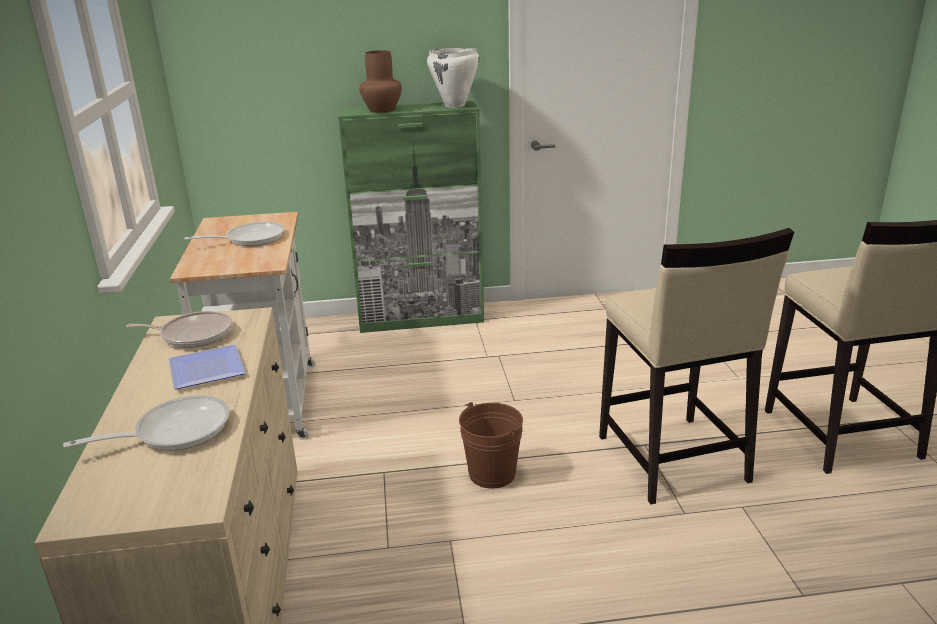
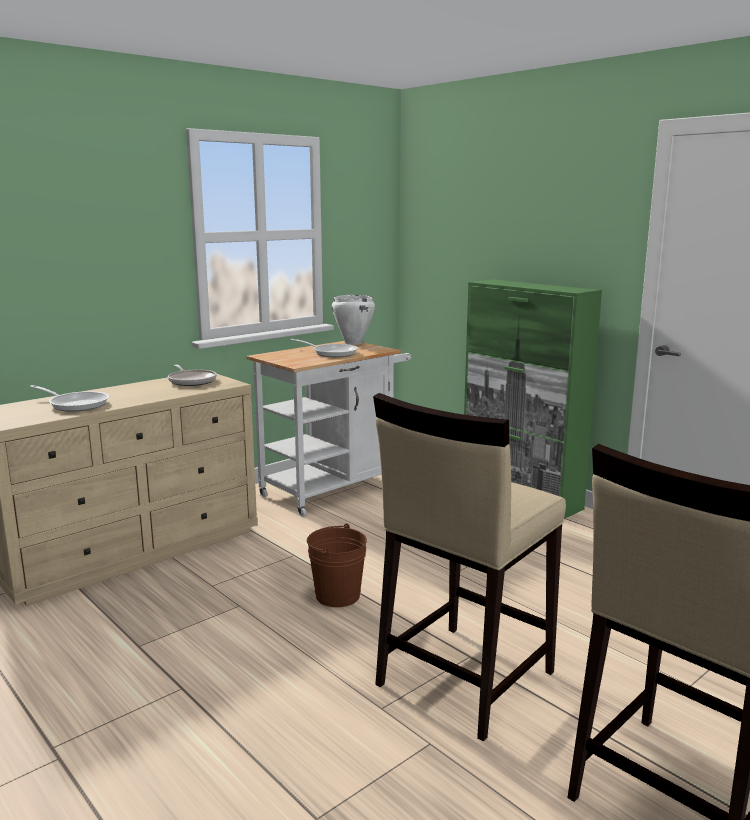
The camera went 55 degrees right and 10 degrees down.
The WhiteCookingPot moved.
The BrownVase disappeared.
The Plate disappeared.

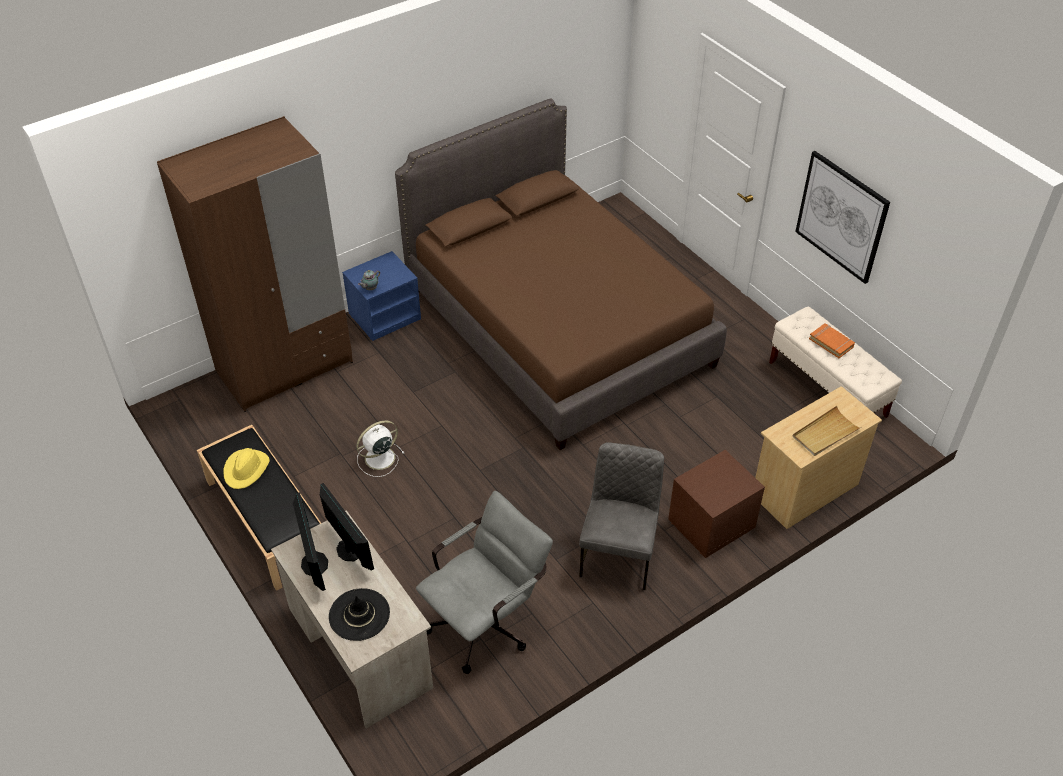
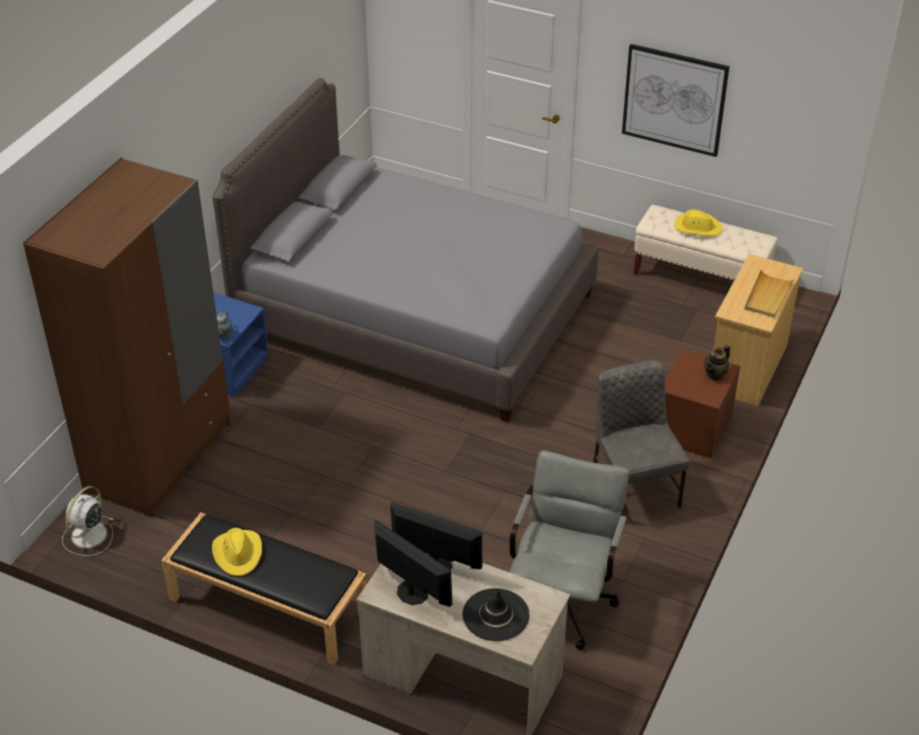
The camera went 30 degrees left and 5 degrees down.
The BrownBed became the GreyBed.
The OrangeBook was replaced by the YellowHat (no. 2 from left).
The WhiteFan moved.
The Teapot (no. 2 from left) appeared.

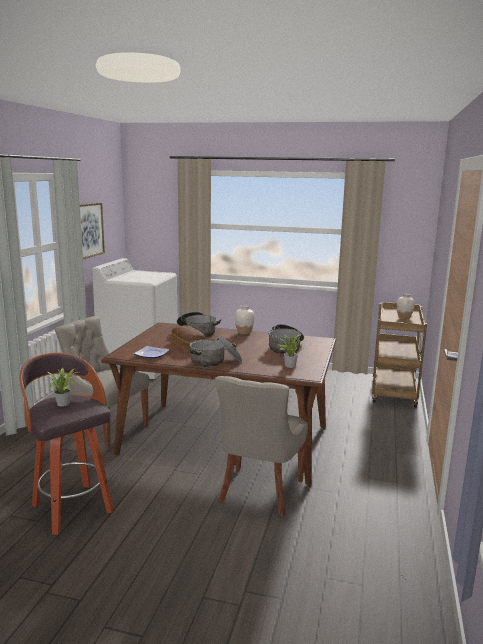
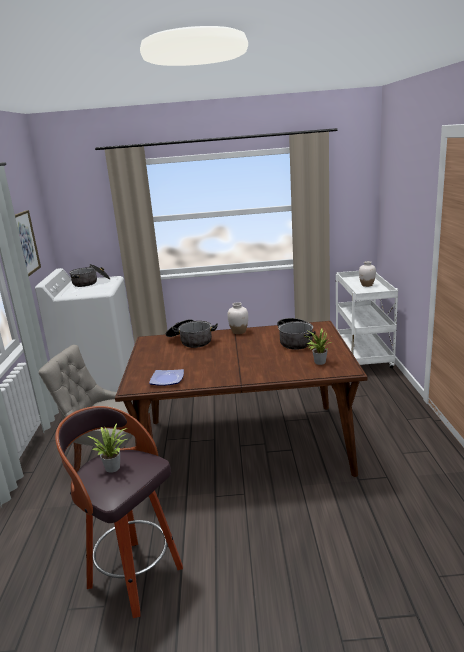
The camera went 15 degrees left and 5 degrees up.
The BrownCart became the WhiteCart.
The Bread disappeared.
The CookingPot (no. 2 from left in the first image) moved.
The GreyChair (no. 2 from left) disappeared.

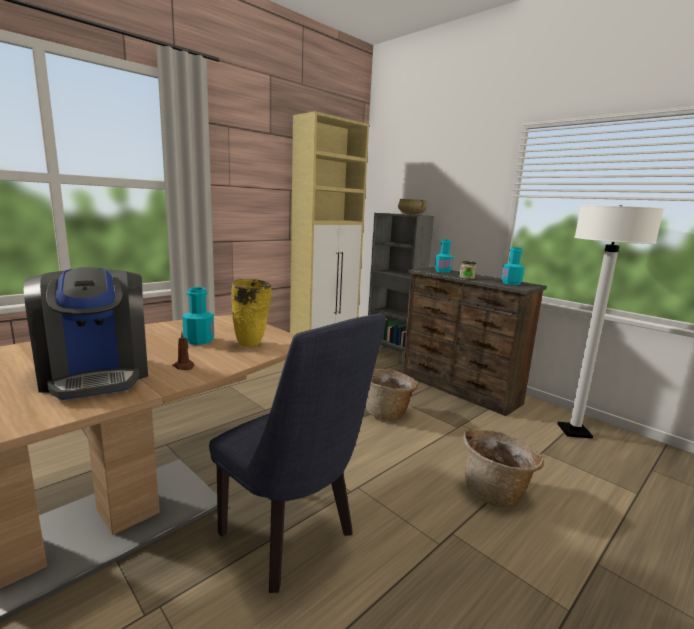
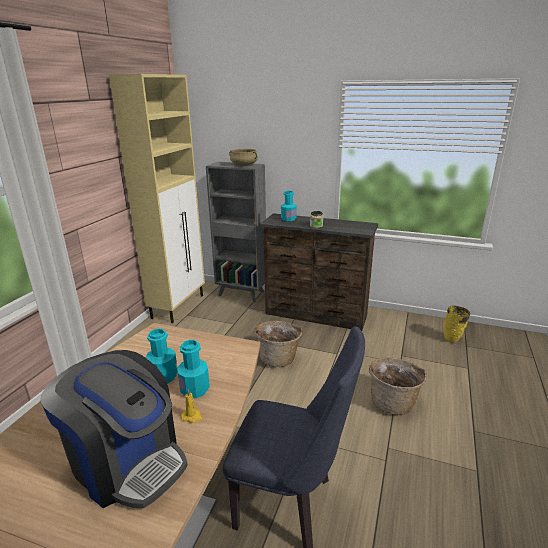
The camera went 25 degrees left and 10 degrees up.
The WhiteFloorLamp disappeared.
The TurquoiseBottle (no. 3 from left in the first image) moved.
The YellowVase moved.
The BrownCandle became the YellowCandle.

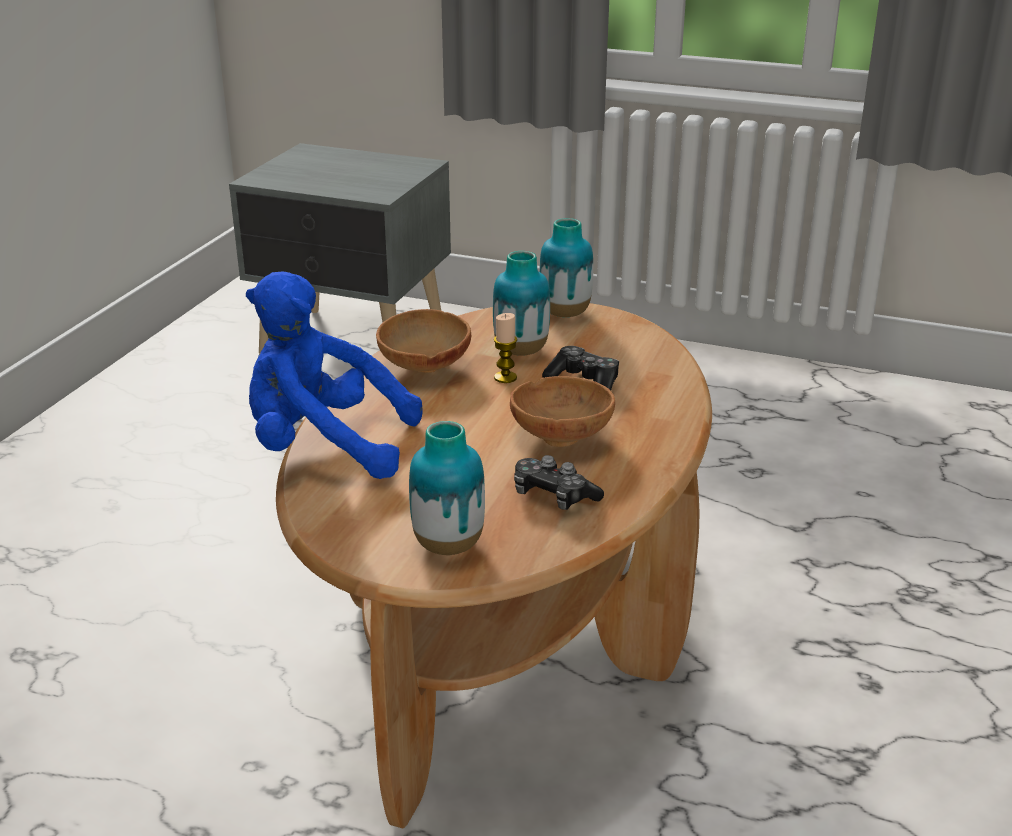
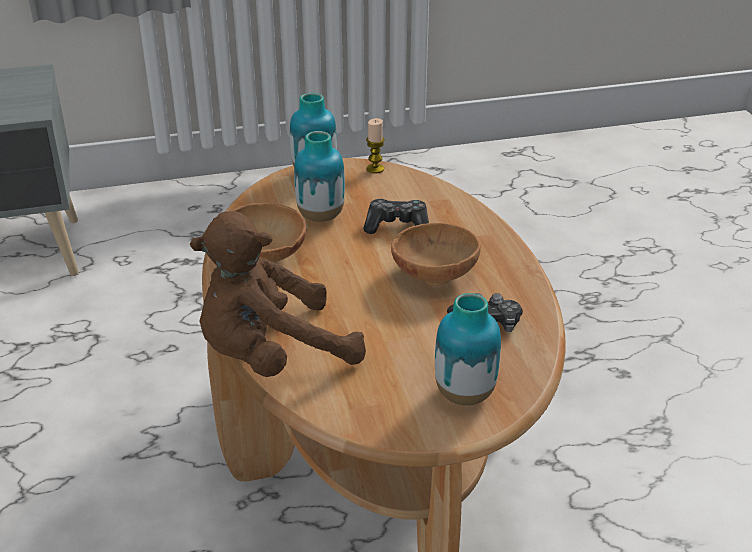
The camera went 35 degrees left and 5 degrees up.
The BluePlushToy became the BrownPlushToy.
The Candle moved.

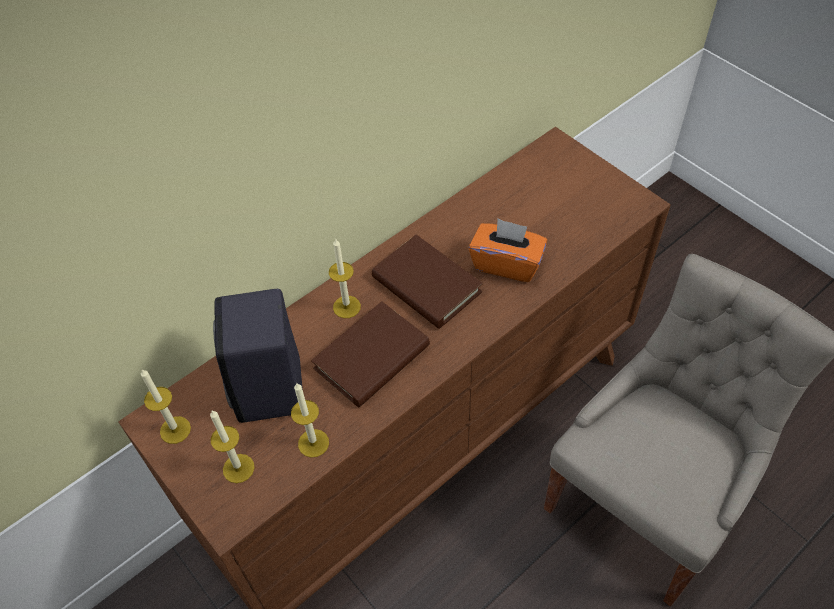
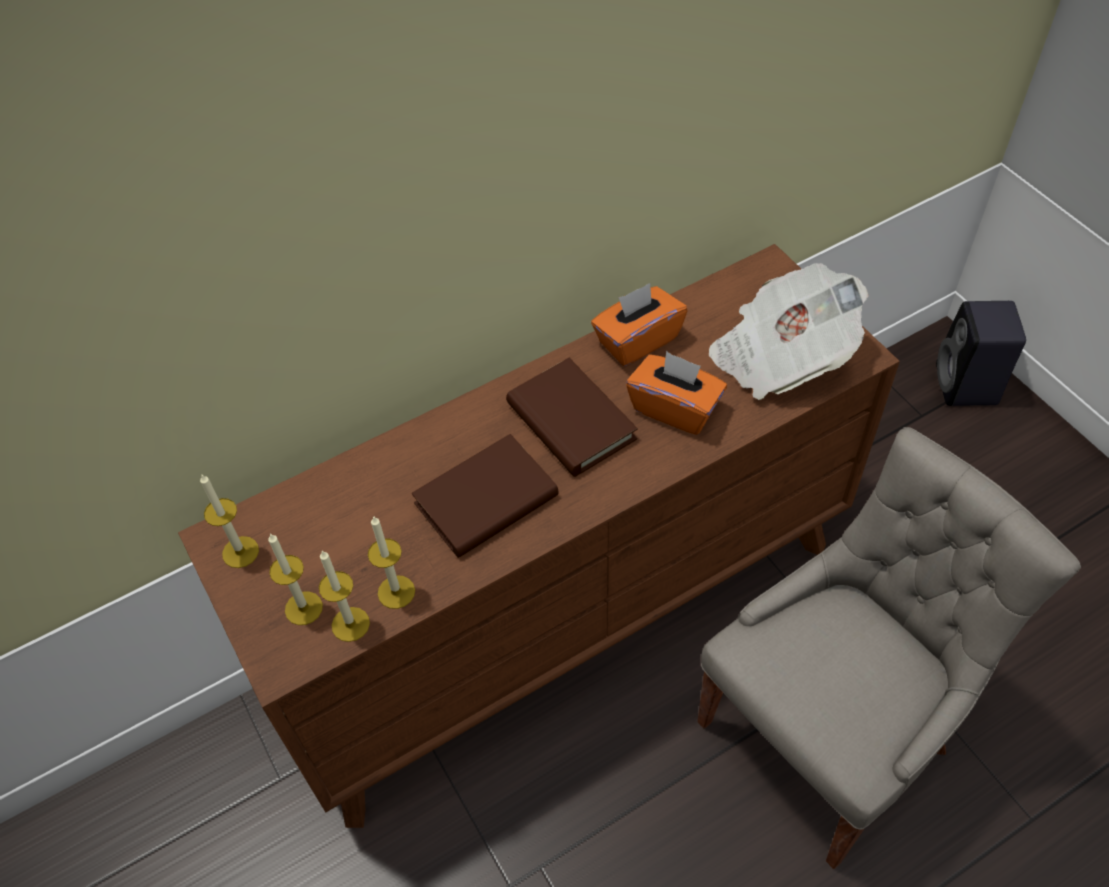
The camera went 10 degrees right and 0 degrees up.
The Candle (no. 4 from left in the first image) moved.
The BlackSpeaker moved.
The Newspaper appeared.
The OrangeTissueBox (no. 1 from left) appeared.

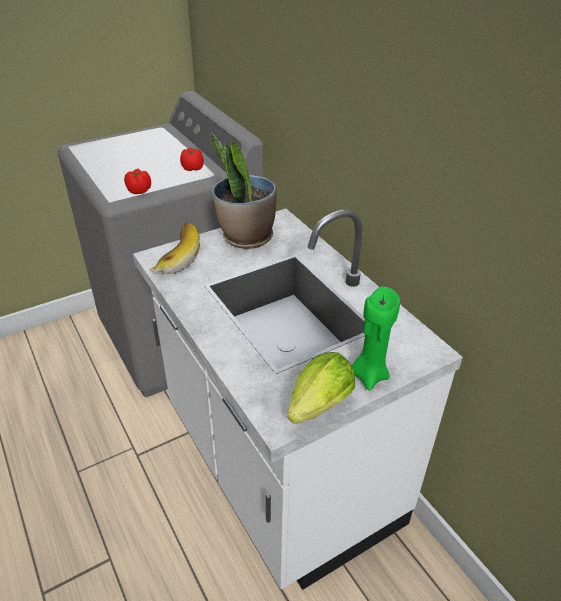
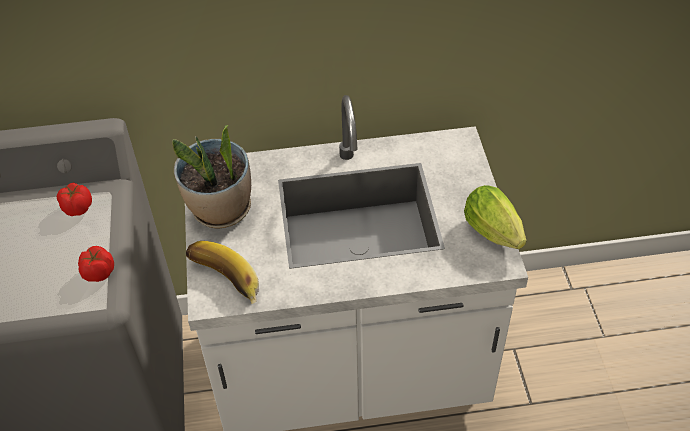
The camera went 65 degrees left and 10 degrees up.
The GreenCandle disappeared.

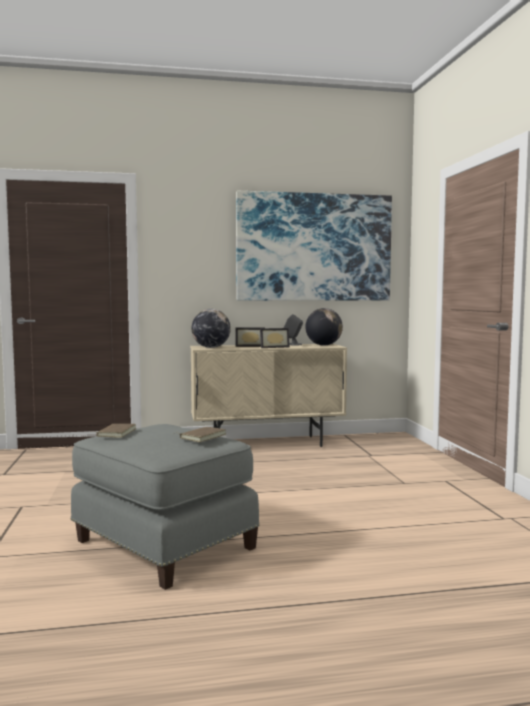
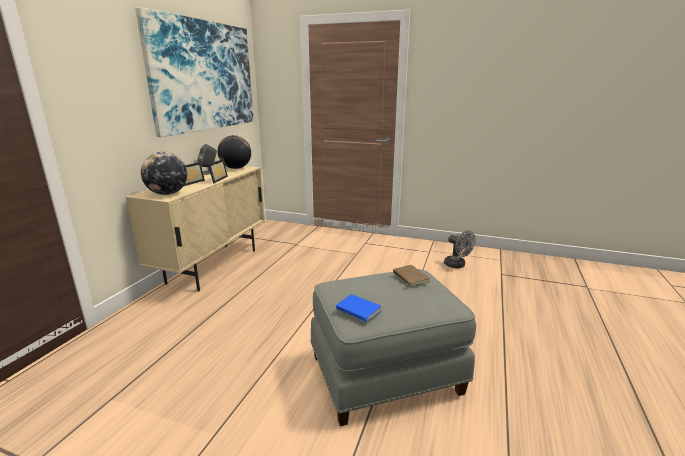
The camera went 60 degrees left and 15 degrees up.
The BrownBook (no. 1 from left) became the BlueBook.
The GreyFan appeared.

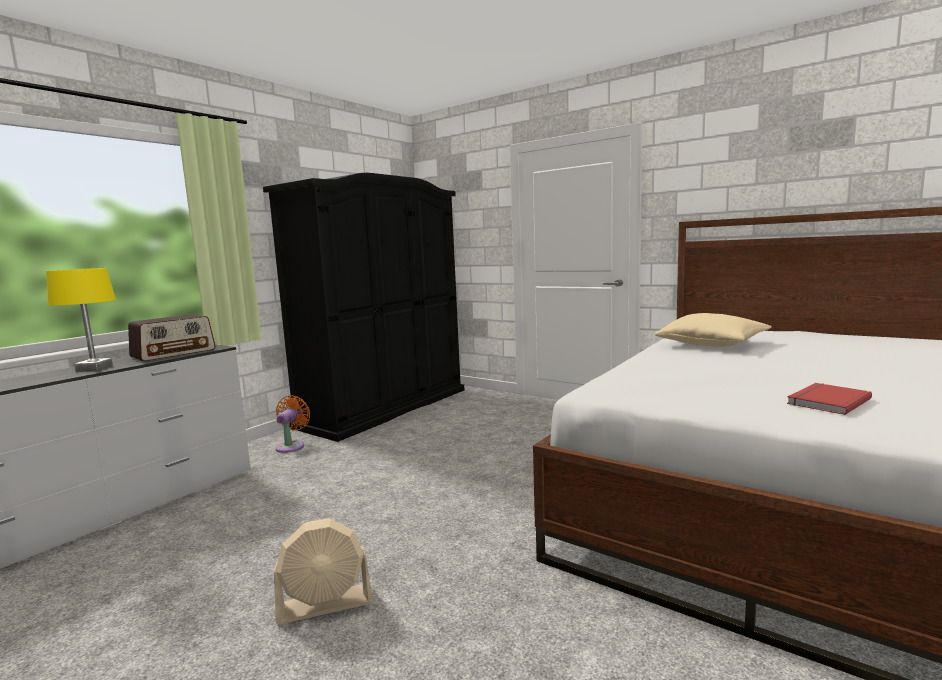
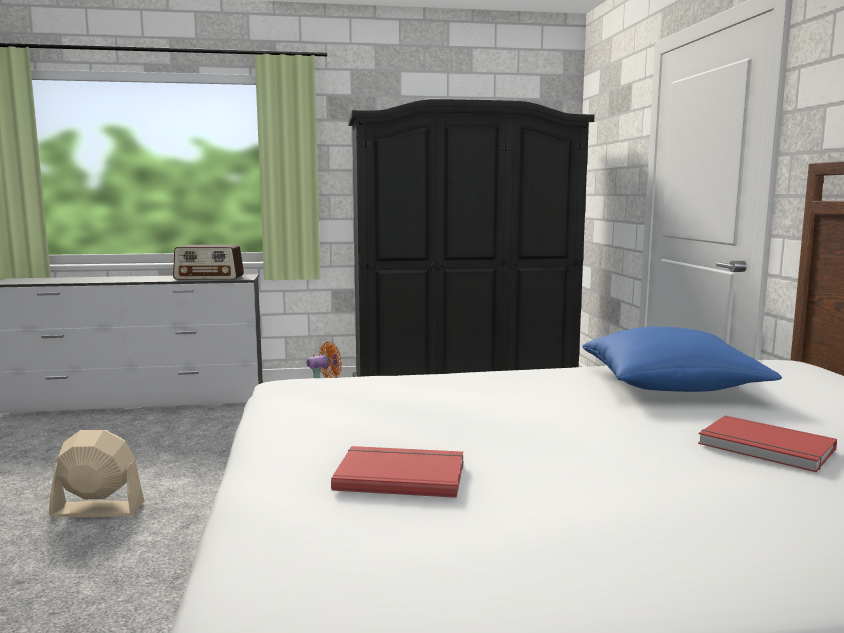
The camera went 45 degrees right and 0 degrees up.
The YellowTableLamp disappeared.
The BeigePillow became the BluePillow.
The BeigeFan turned 150 degrees clockwise.
The RedBook (no. 2 from left) appeared.

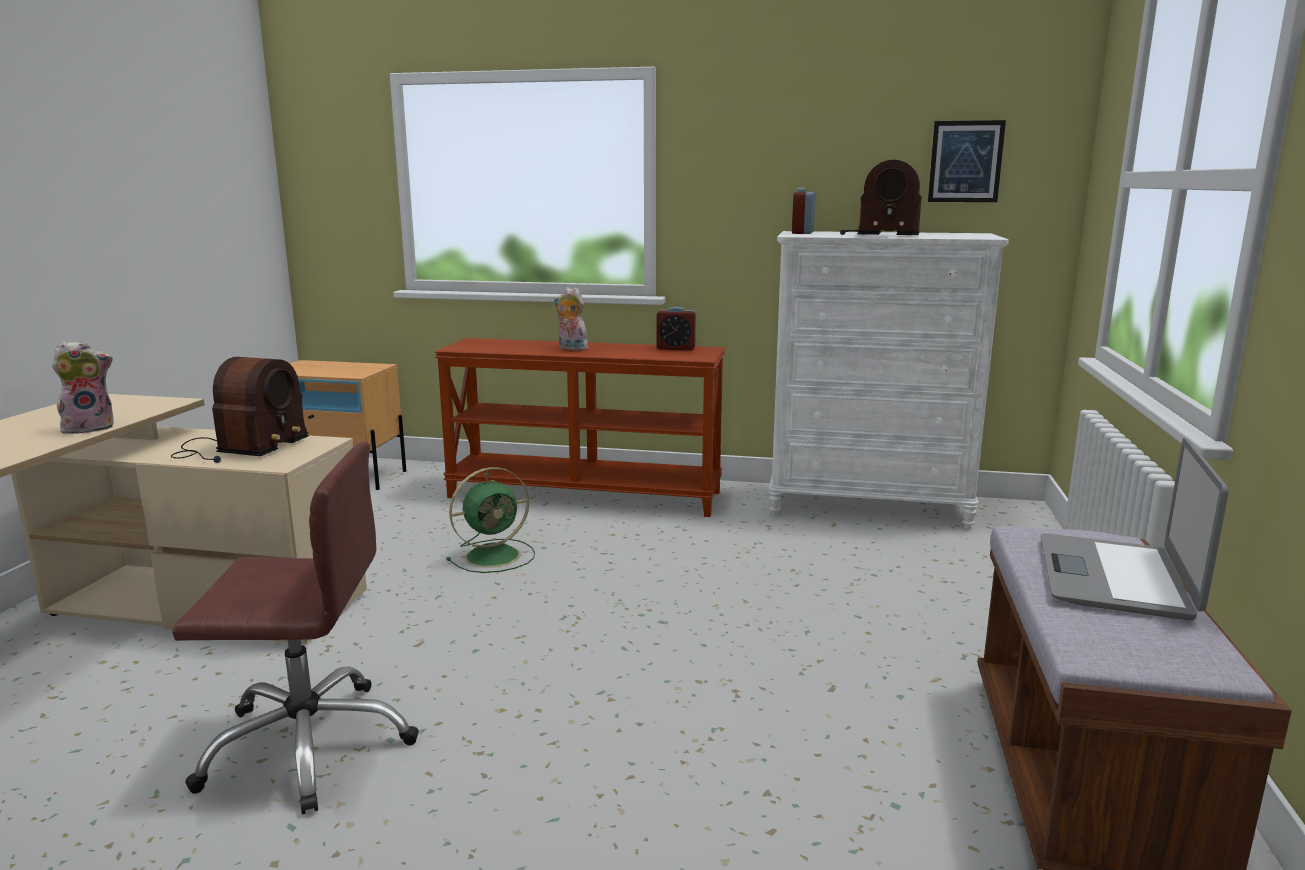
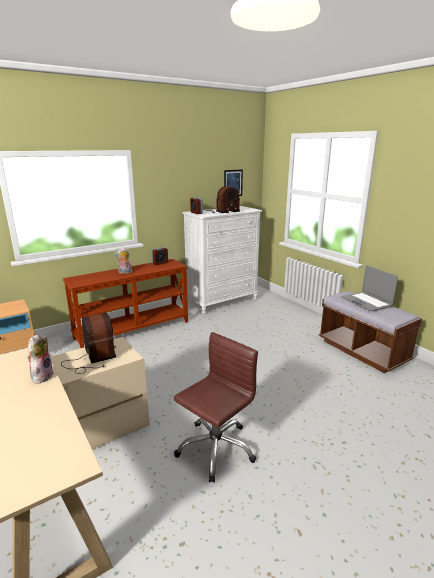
The camera went 45 degrees left and 5 degrees up.
The GreenFan disappeared.

